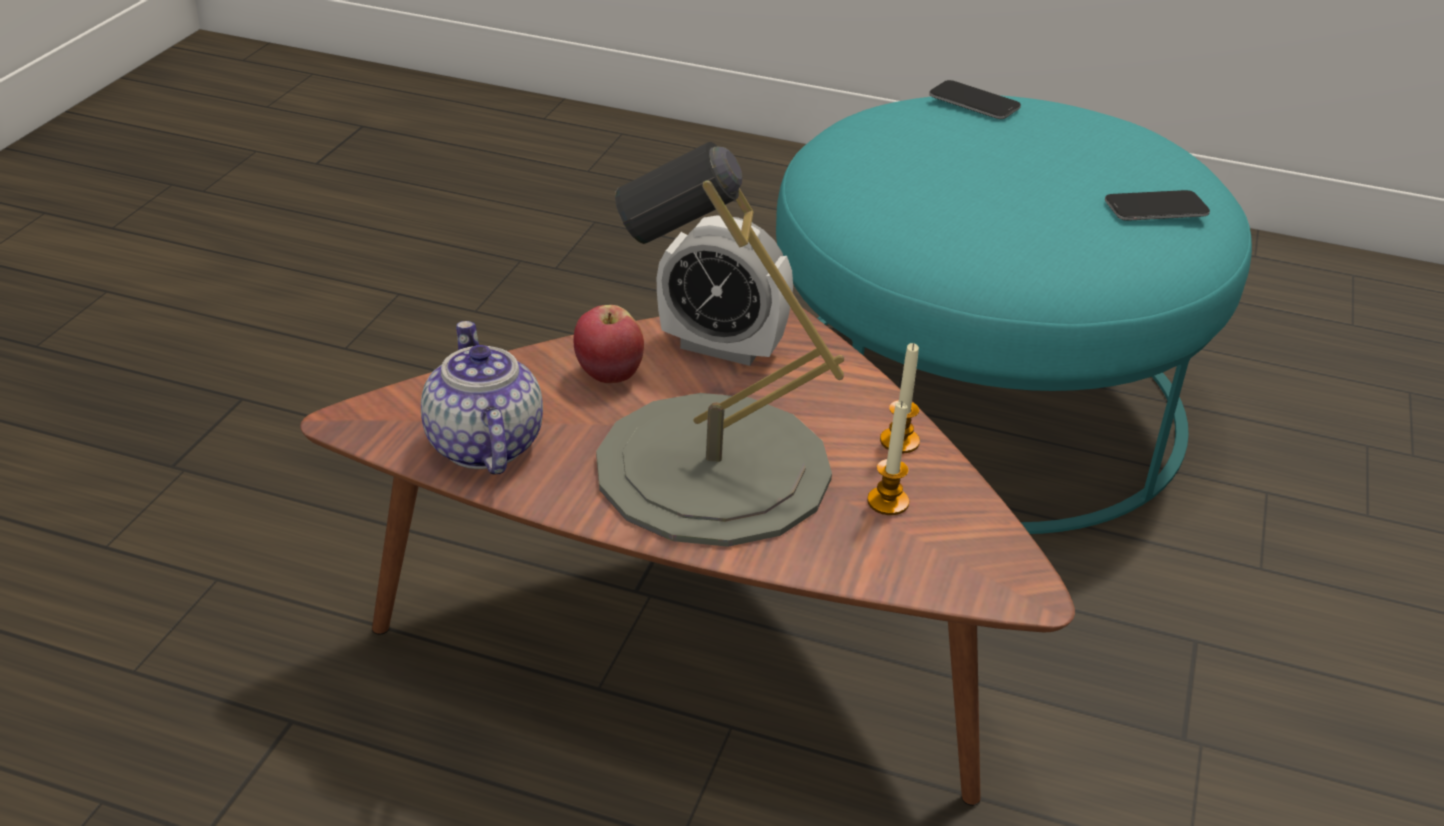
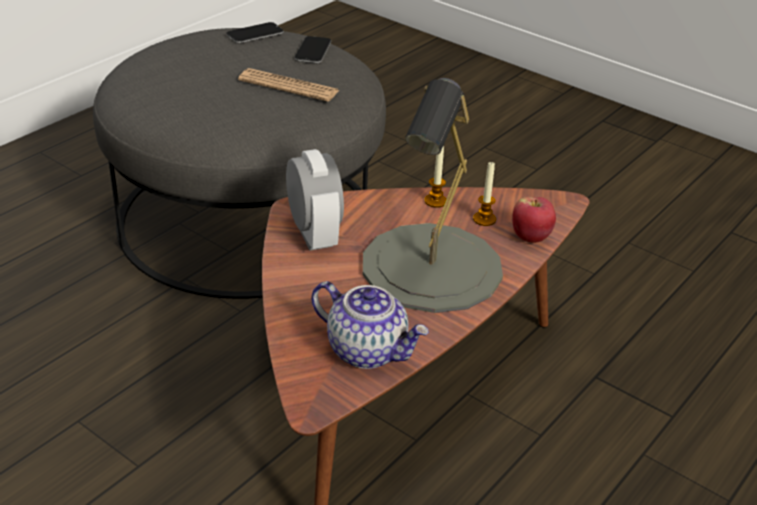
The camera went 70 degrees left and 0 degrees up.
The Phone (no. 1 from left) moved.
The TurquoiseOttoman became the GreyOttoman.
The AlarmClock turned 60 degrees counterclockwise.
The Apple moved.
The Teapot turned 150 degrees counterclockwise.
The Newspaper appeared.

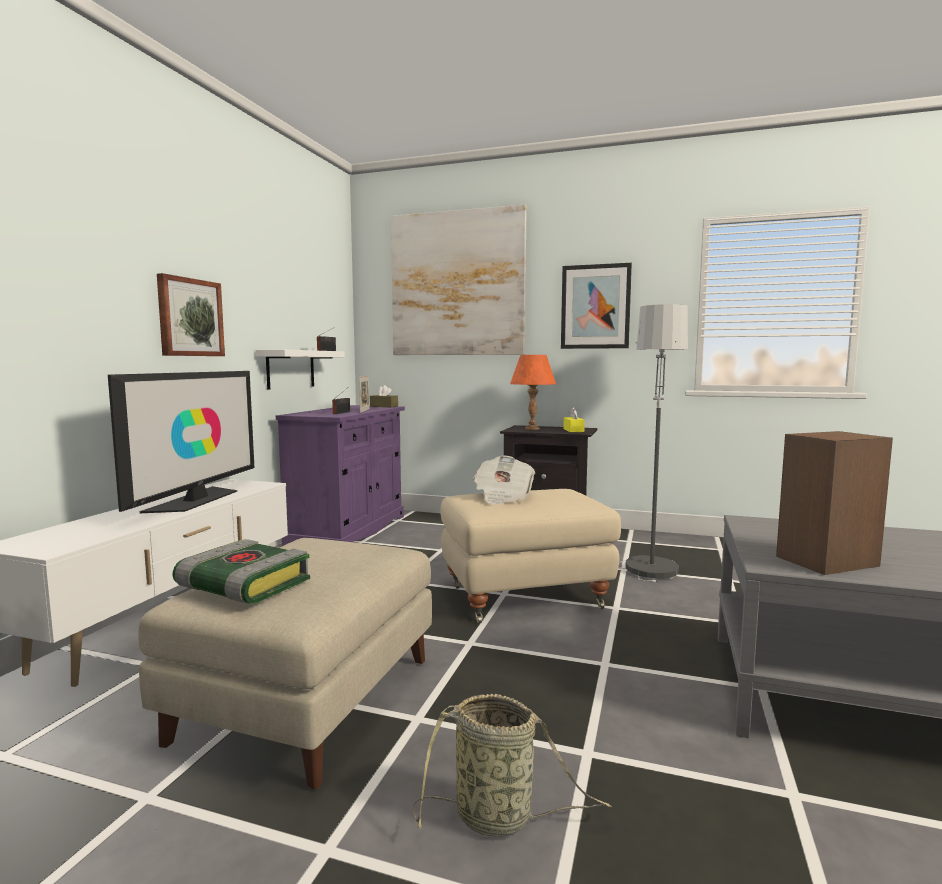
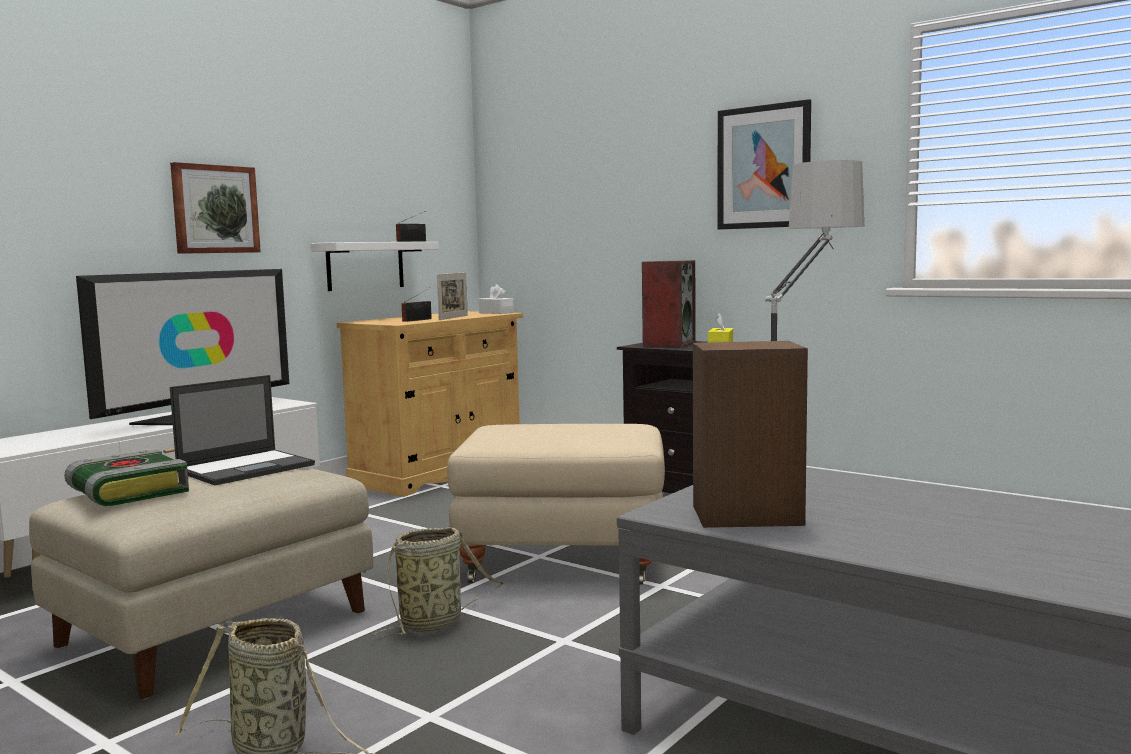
The camera went 20 degrees right and 0 degrees up.
The Picture (no. 2 from left) disappeared.
The OrangeTableLamp was replaced by the Speaker (no. 1 from left).
The BrownTissueBox became the WhiteTissueBox.
The PurpleCabinet became the BeigeCabinet.
The Newspaper disappeared.
The Laptop appeared.
The Basket (no. 2 from left) appeared.

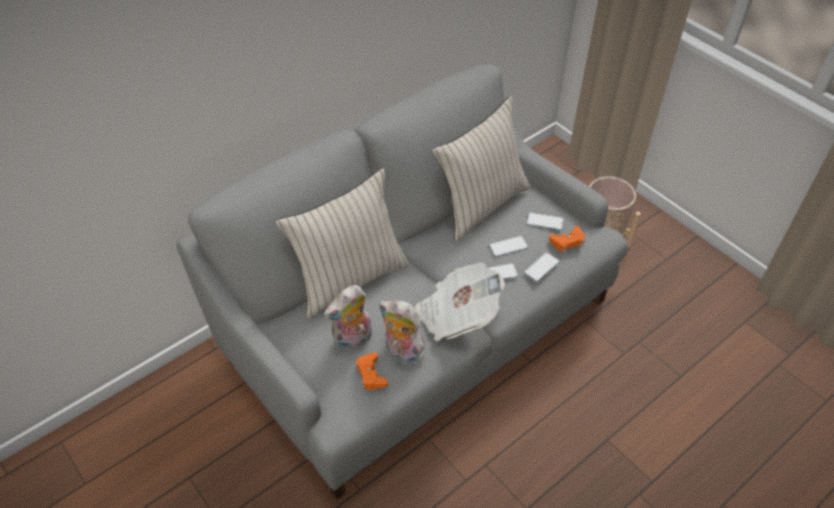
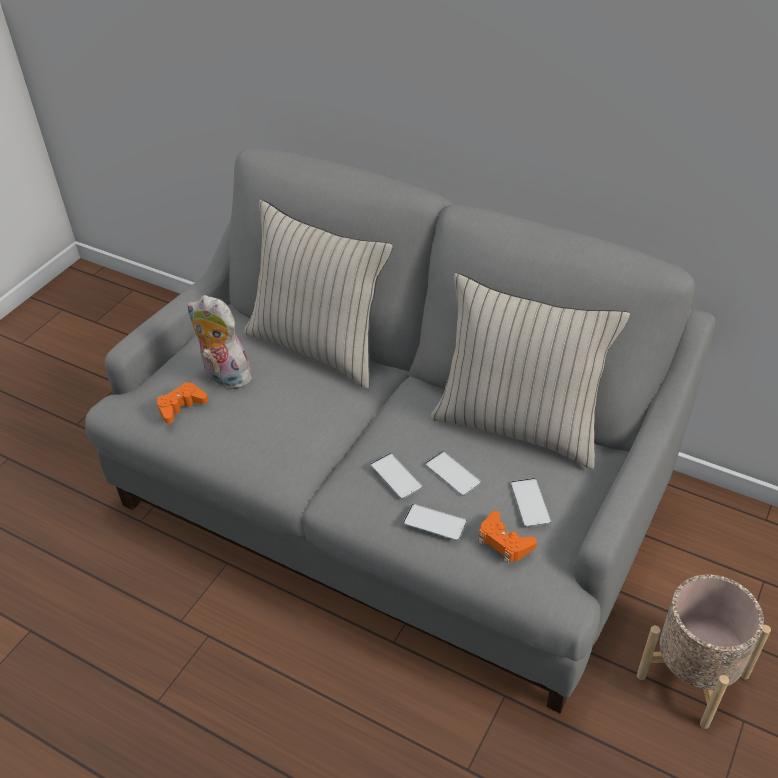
The camera went 70 degrees right and 5 degrees down.
The Newspaper disappeared.
The PlushToy (no. 2 from left) disappeared.

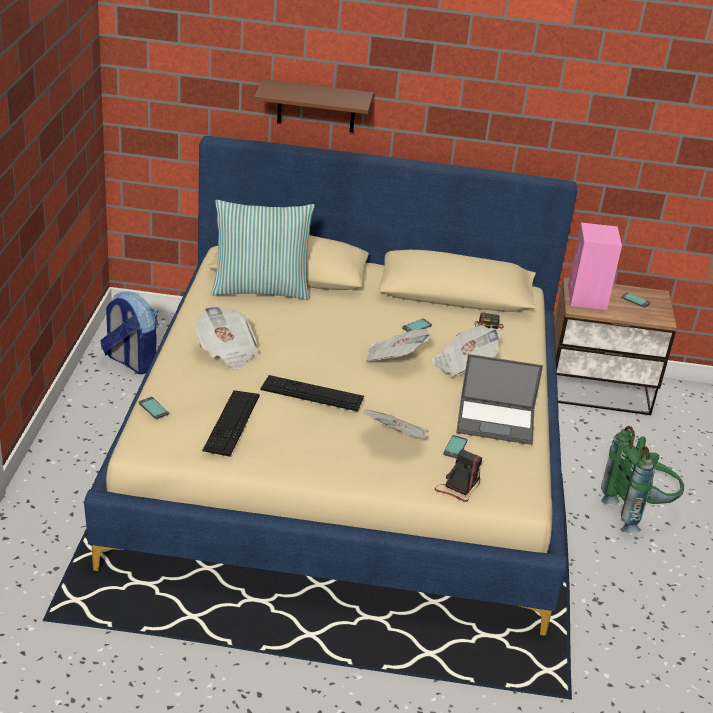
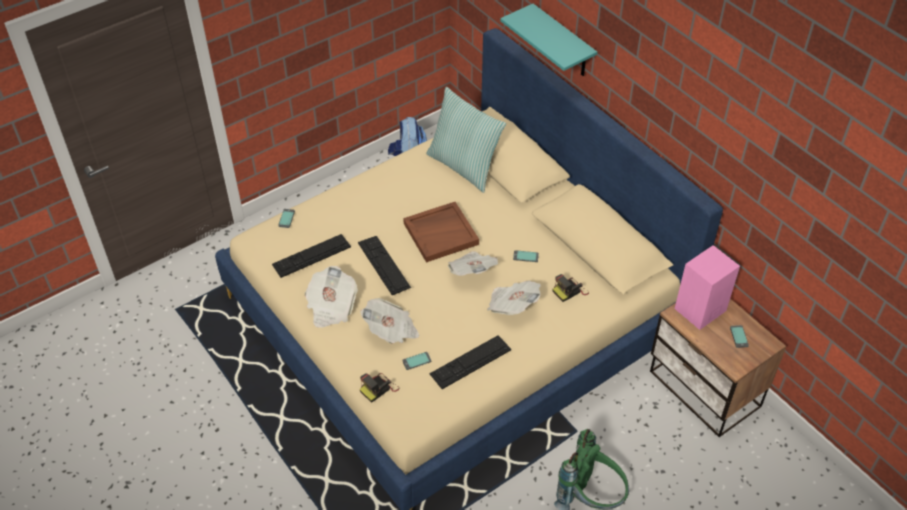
The camera went 50 degrees right and 15 degrees up.
The BrownShelf became the TurquoiseShelf.
The Newspaper (no. 1 from left) moved.
The Laptop was replaced by the Keyboard (no. 3 from left).
The PhotoCamera (no. 1 from left) turned 150 degrees clockwise.
The BrownTray appeared.

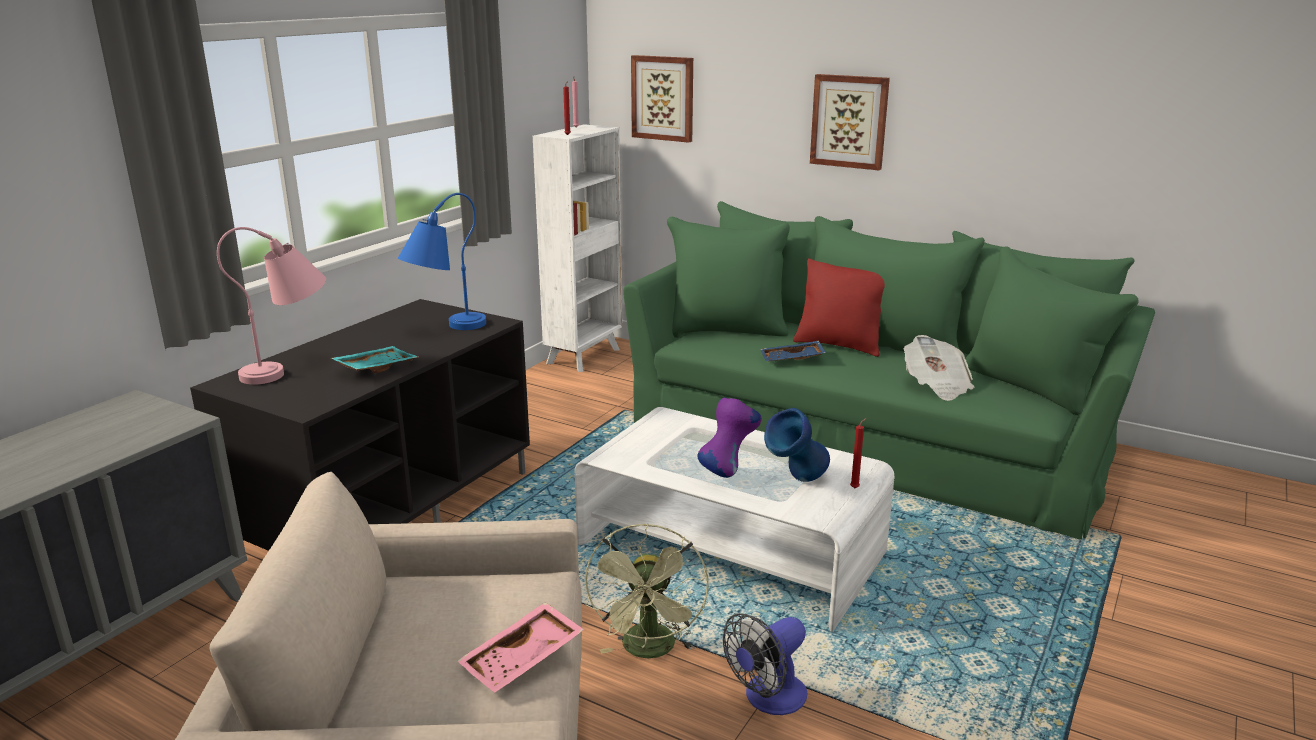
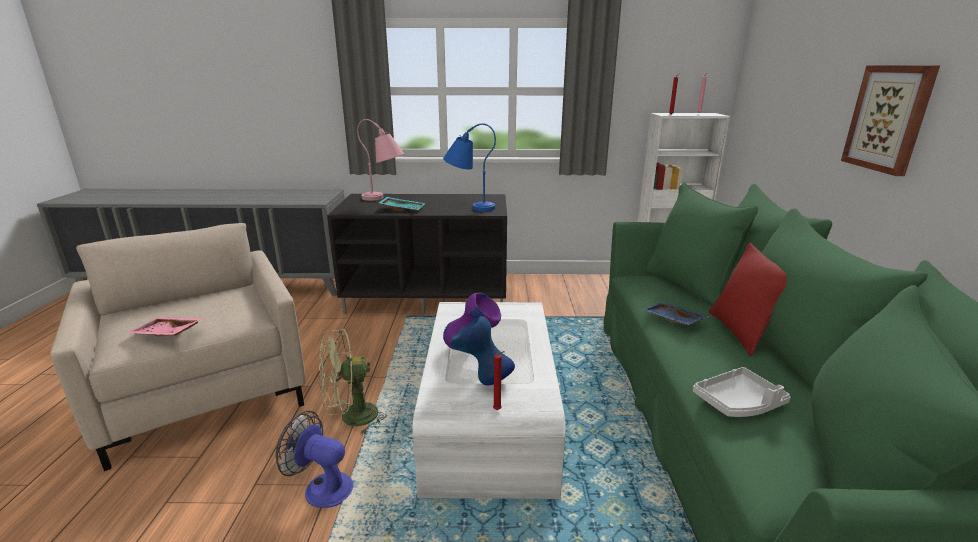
The camera went 60 degrees right and 0 degrees up.
The Picture (no. 1 from left) disappeared.
The Newspaper was replaced by the GreyTray.

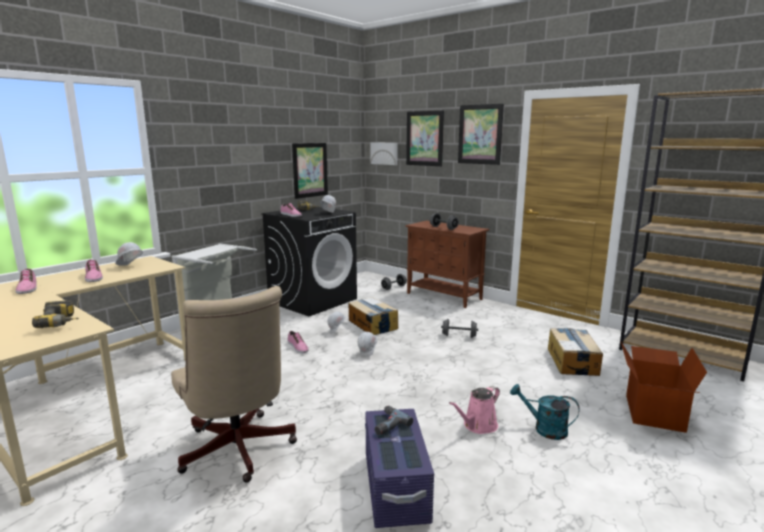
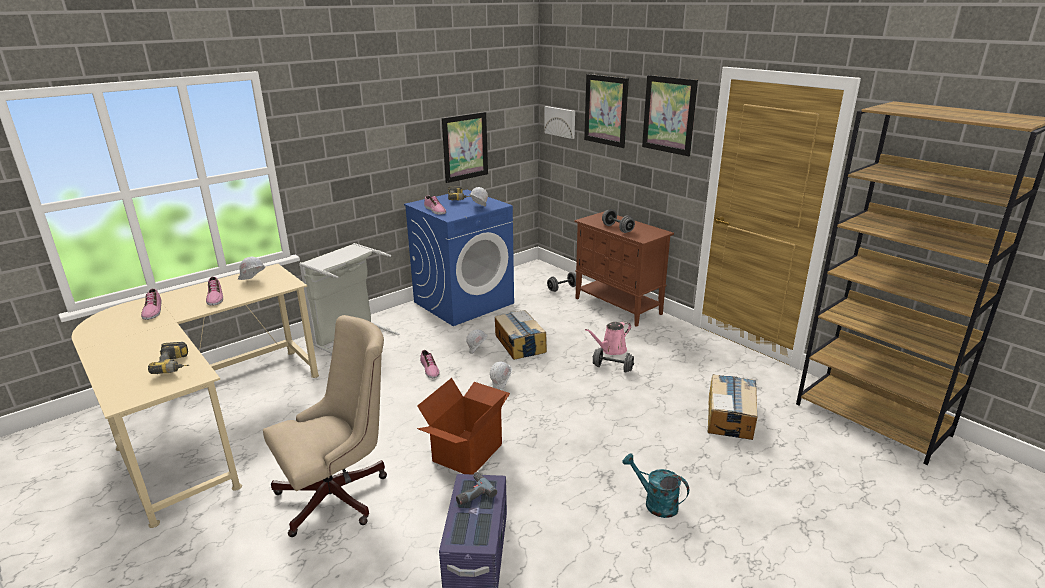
The camera went 10 degrees right and 10 degrees up.
The BlackWashingMachine became the BlueWashingMachine.
The BeigeOfficeChair turned 105 degrees counterclockwise.
The CardboardBox (no. 3 from left in the first image) moved.
The PinkWateringCan moved.

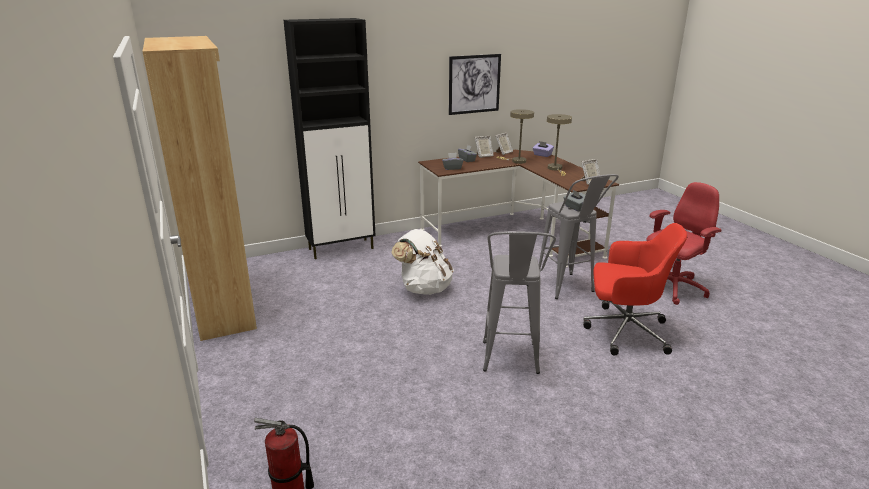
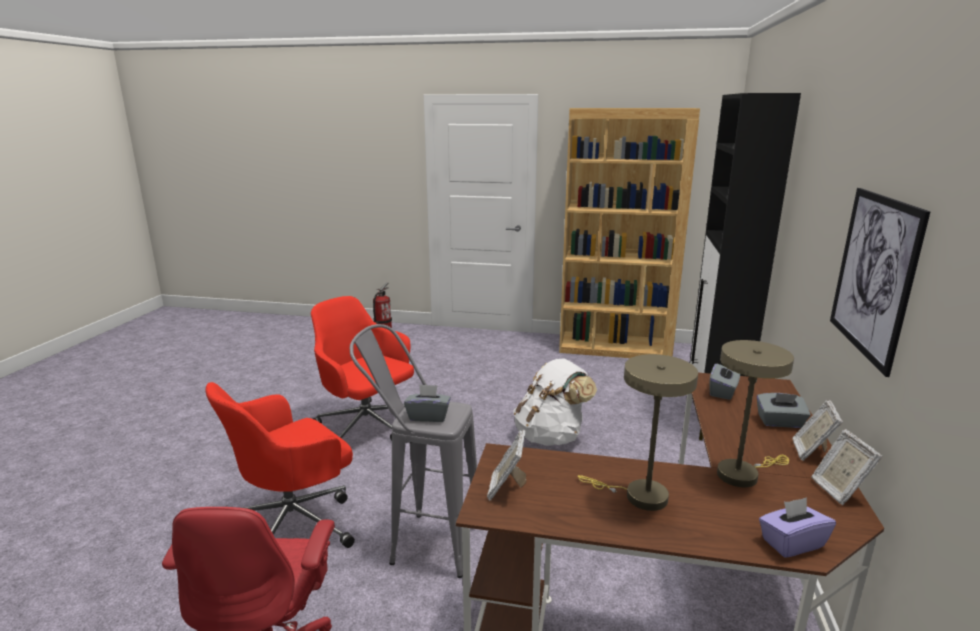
The camera went 125 degrees right and 5 degrees down.
The GreyStool (no. 1 from left) was replaced by the RedOfficeChair (no. 3 from left).

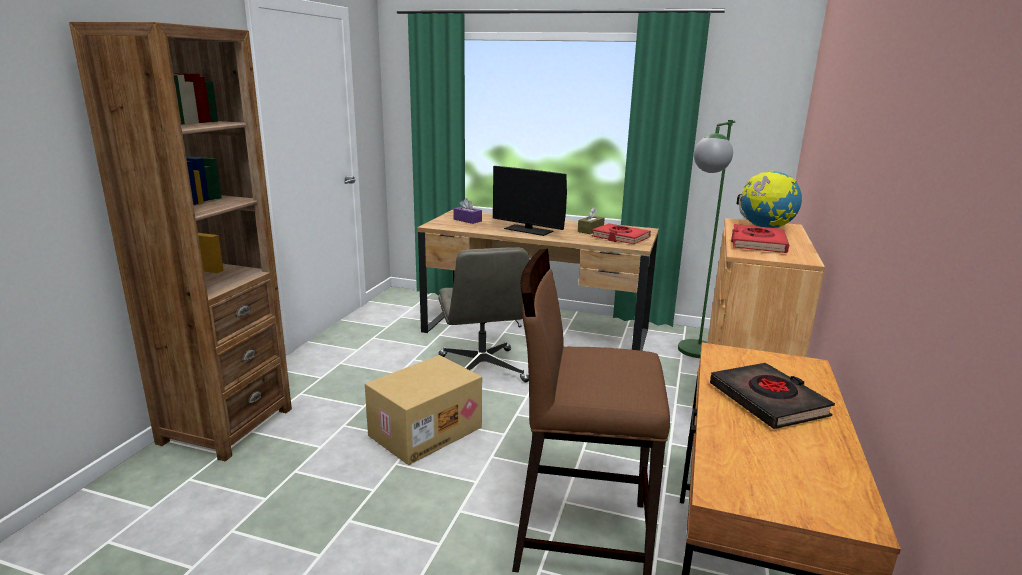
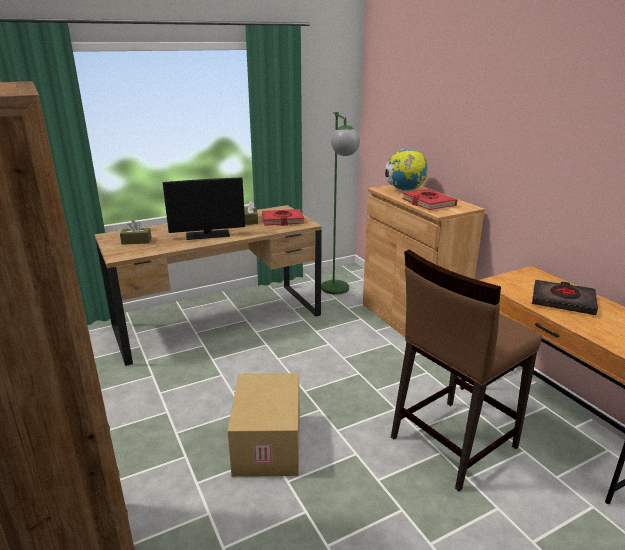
The camera went 45 degrees left and 5 degrees up.
The PurpleTissueBox became the BrownTissueBox (no. 1 from left).
The GreyOfficeChair disappeared.

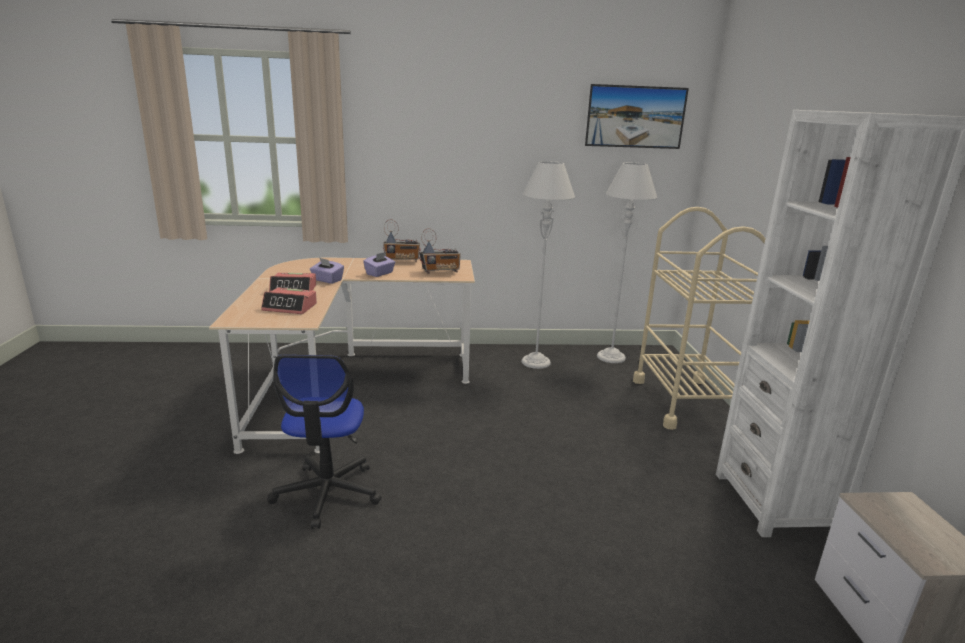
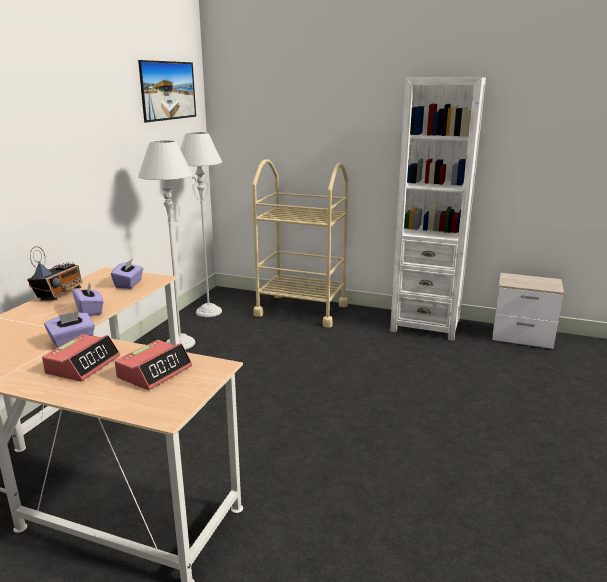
The camera went 65 degrees left and 0 degrees up.
The Radio (no. 2 from left) was replaced by the PurpleTissueBox (no. 3 from left).
The OfficeChair disappeared.

